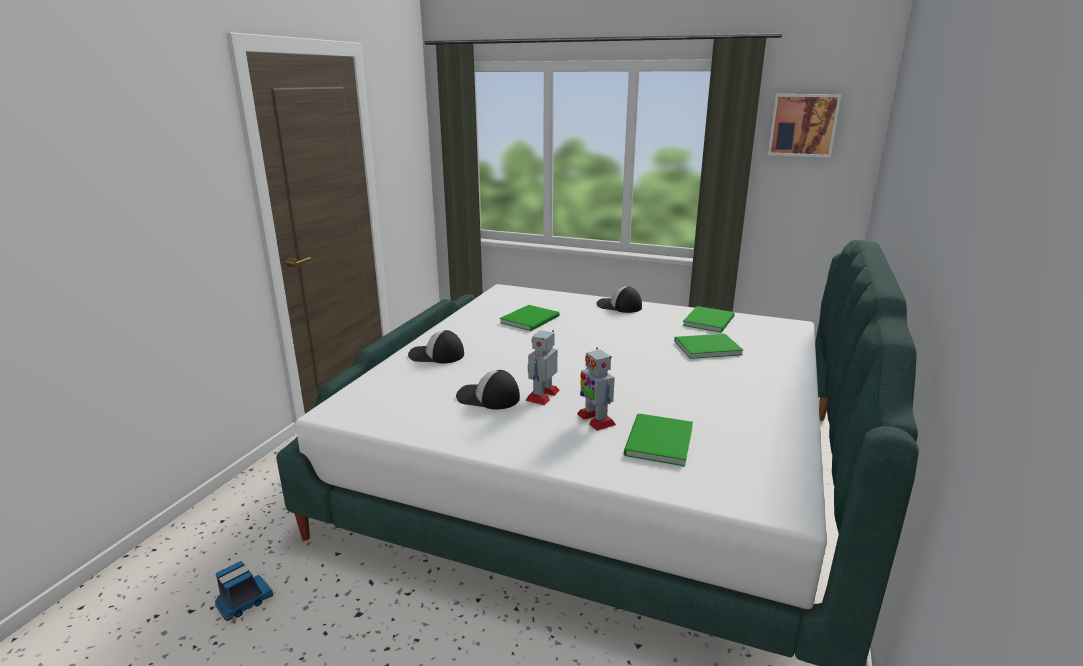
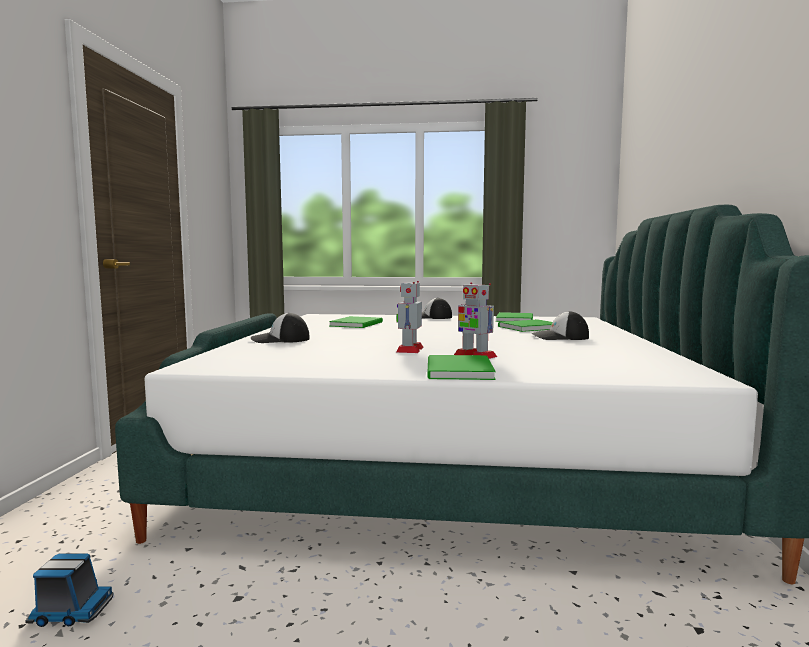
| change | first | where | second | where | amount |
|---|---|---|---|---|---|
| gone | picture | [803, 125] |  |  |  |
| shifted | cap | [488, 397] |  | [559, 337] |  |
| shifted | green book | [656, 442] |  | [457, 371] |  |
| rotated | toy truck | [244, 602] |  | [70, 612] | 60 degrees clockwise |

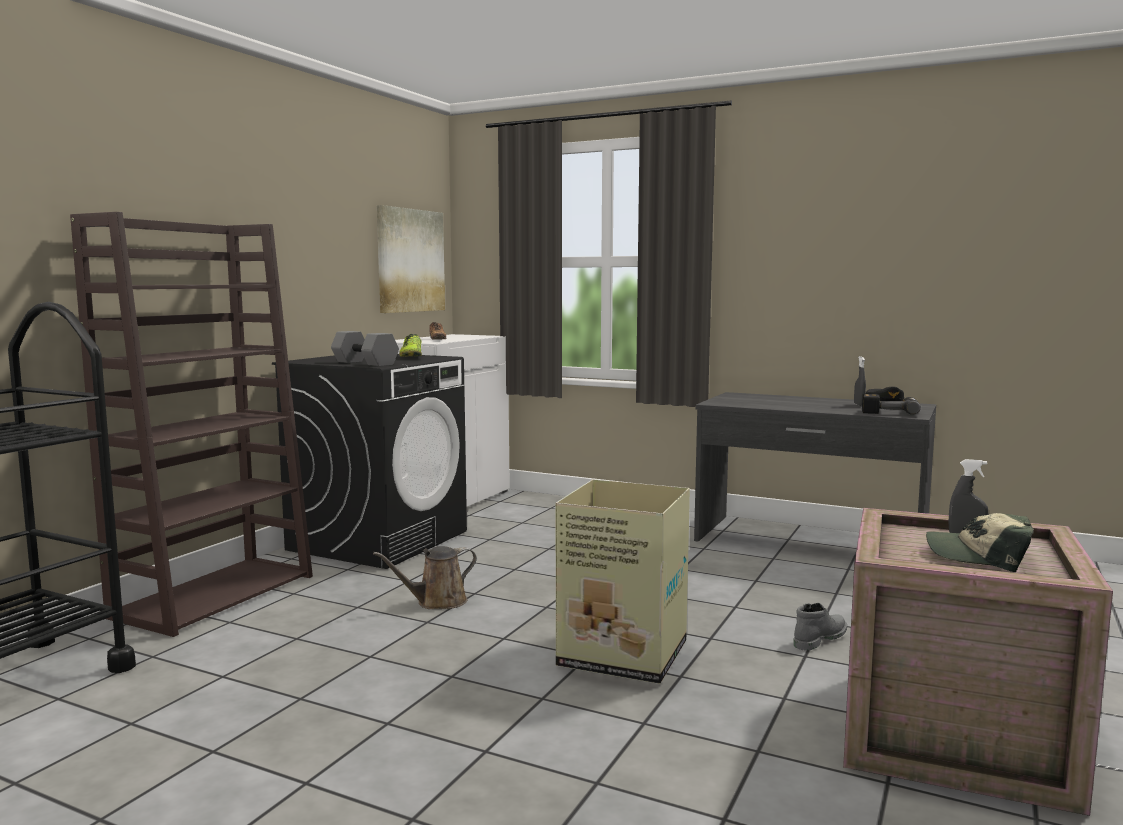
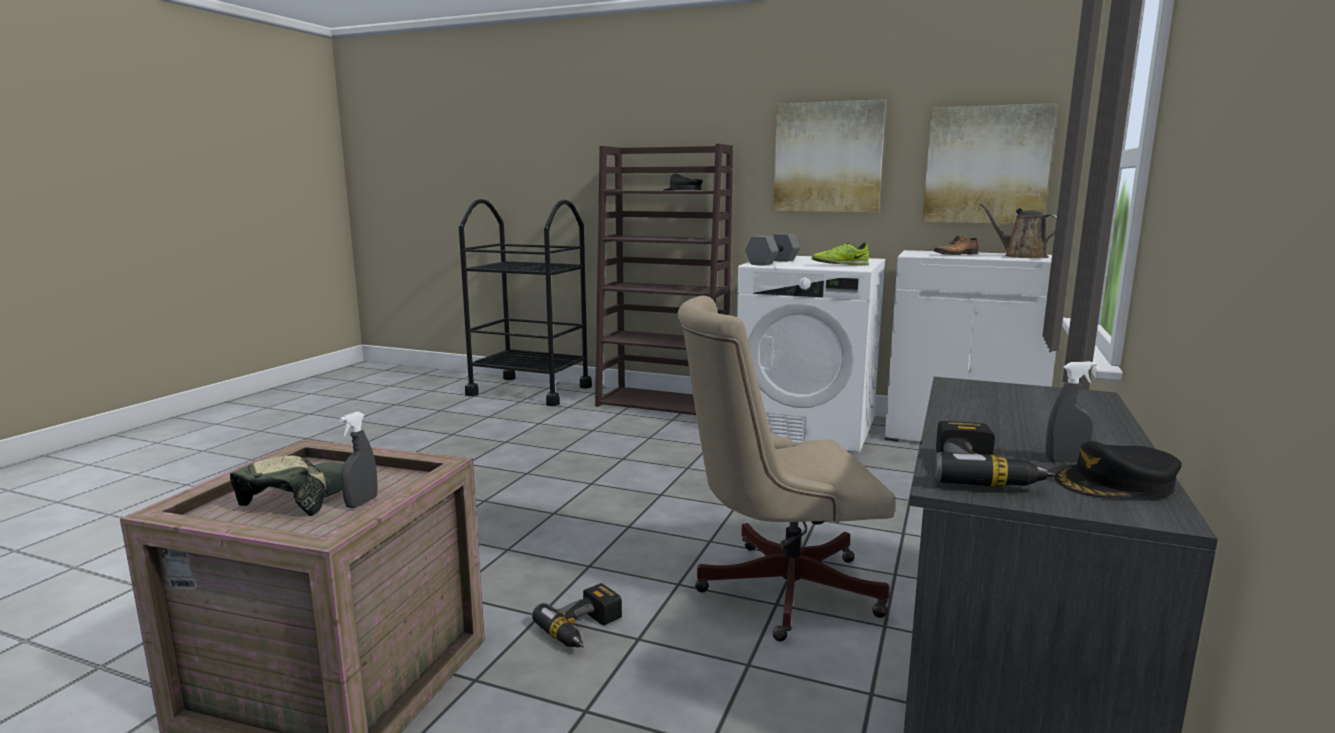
| change | first | where | second | where | amount |
|---|---|---|---|---|---|
| repainted | black washing machine | [379, 540] | white washing machine | [808, 427] |  |
| gone | cardboard box | [620, 654] |  |  |  |
| shifted | brown watering can | [437, 602] |  | [1021, 256] |  |
| swapped | grey boot | [819, 639] | power drill | [585, 630] |  |
| new |  |  | picture | [828, 157] |  |
| new |  |  | black cap | [682, 190] |  |
| new |  |  | beige office chair | [776, 588] |  |

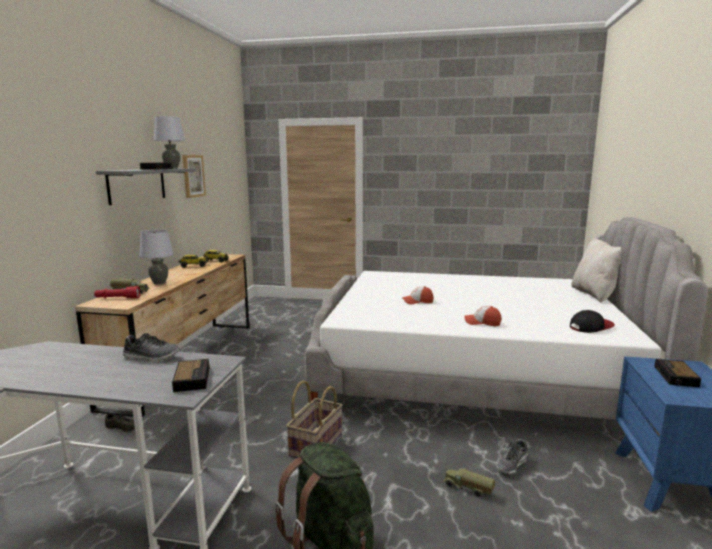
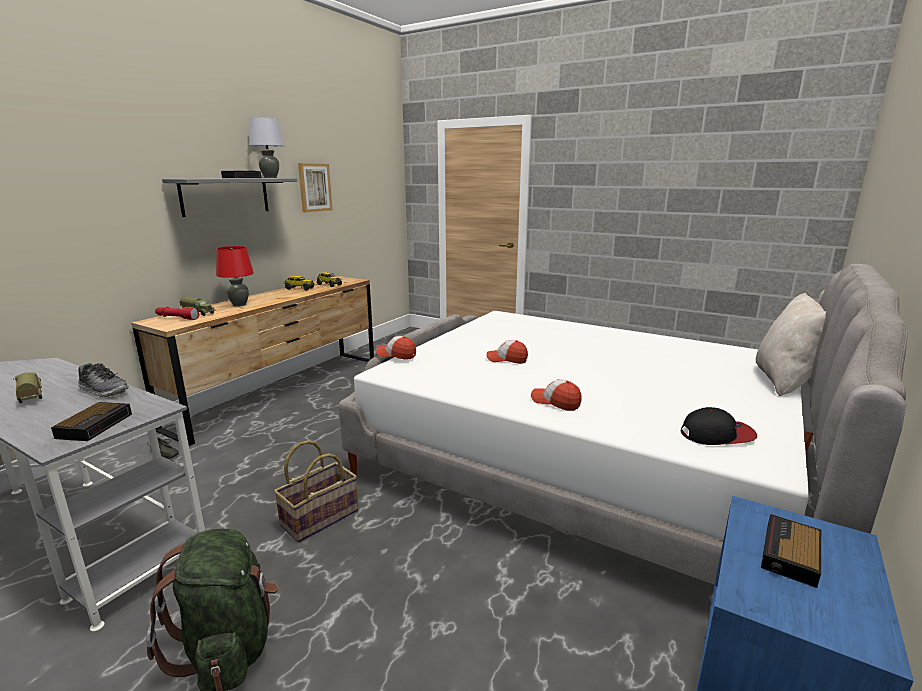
| change | first | where | second | where | amount |
|---|---|---|---|---|---|
| repainted | grey table lamp | [159, 283] | red table lamp | [239, 305] |  |
| gone | shoe | [512, 464] |  |  |  |
| shifted | toy truck | [468, 489] |  | [30, 396] |  |
| new |  |  | cap | [396, 355] |  |

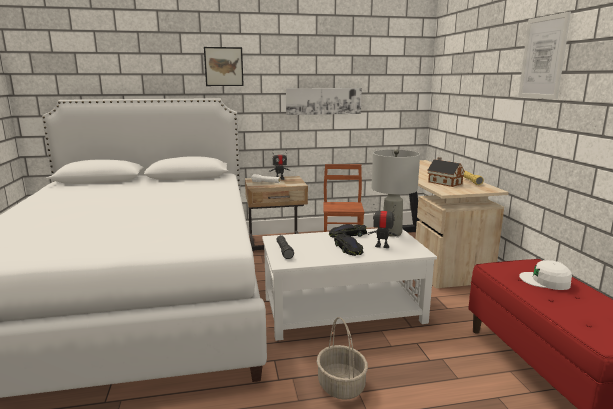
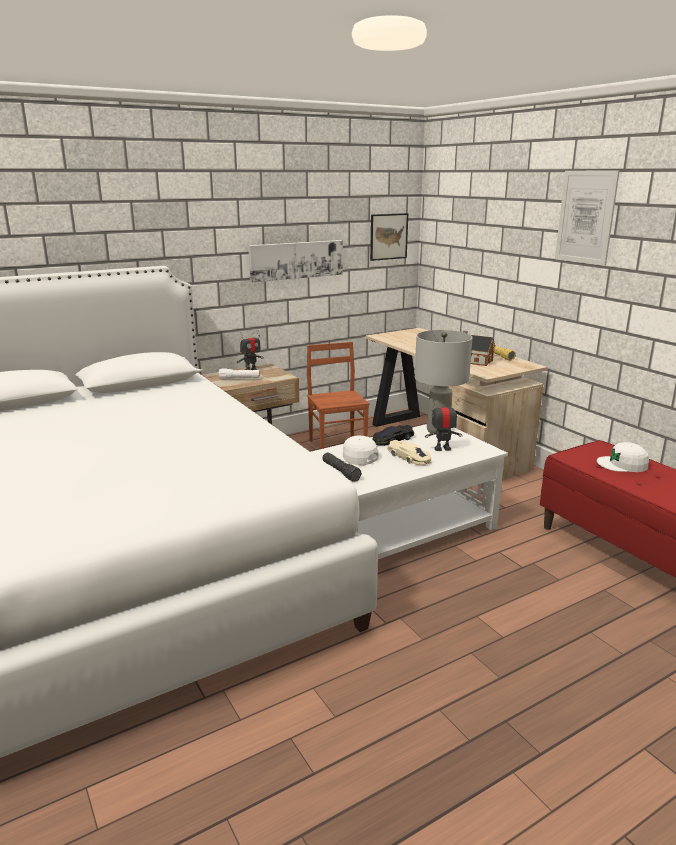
| change | first | where | second | where | amount |
|---|---|---|---|---|---|
| shifted | picture | [224, 66] |  | [388, 236] |  |
| repainted | black toy car | [348, 248] | beige toy car | [409, 457] |  |
| gone | basket | [340, 385] |  |  |  |
| new |  |  | white cap | [356, 456] |  |

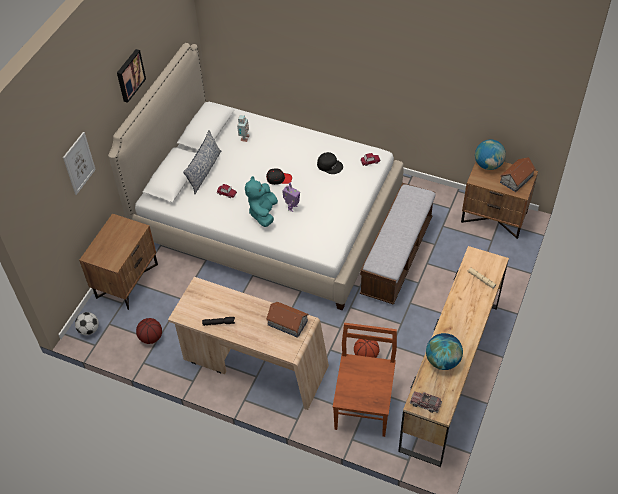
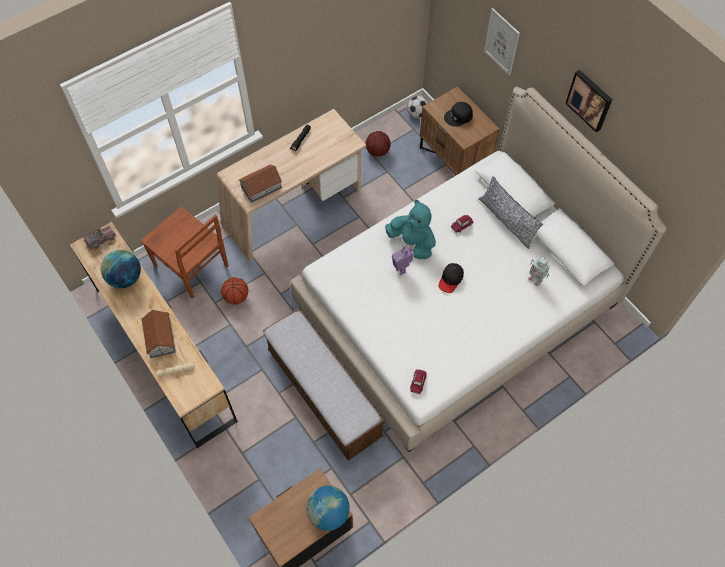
| change | first | where | second | where | amount |
|---|---|---|---|---|---|
| shifted | black cap | [330, 165] |  | [458, 116] |  |
| shifted | toy house | [517, 179] |  | [160, 338] |  |

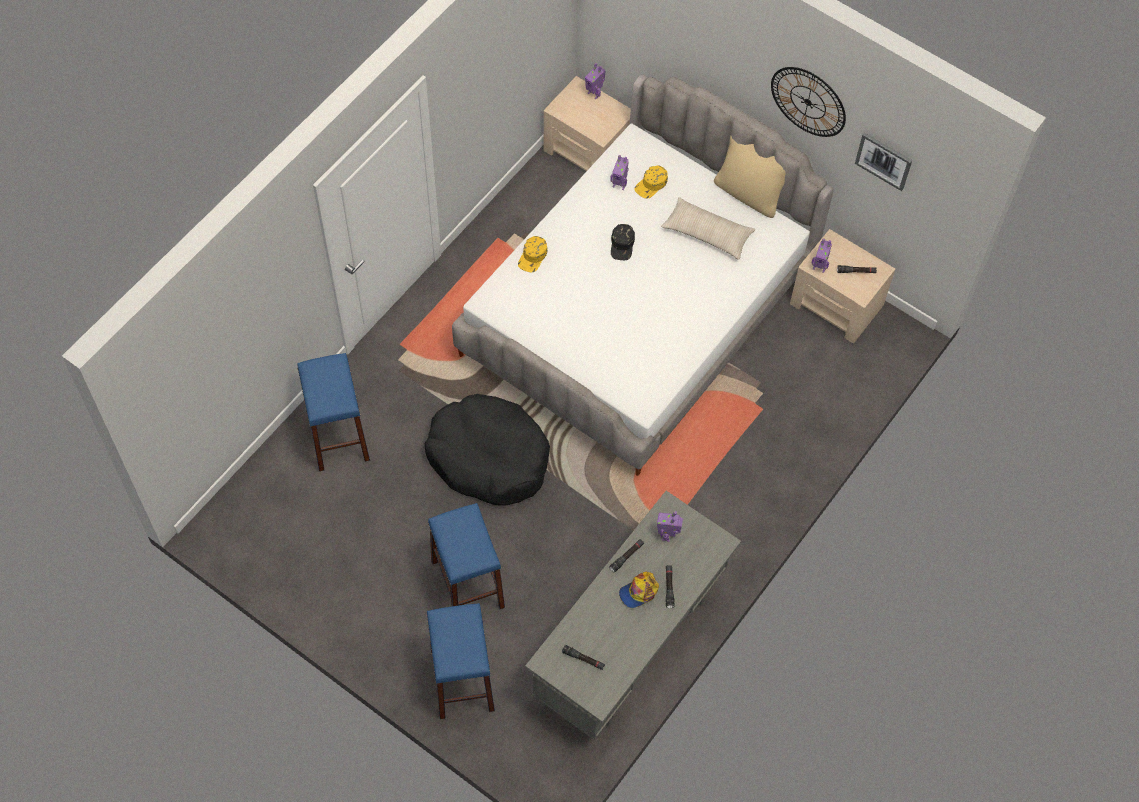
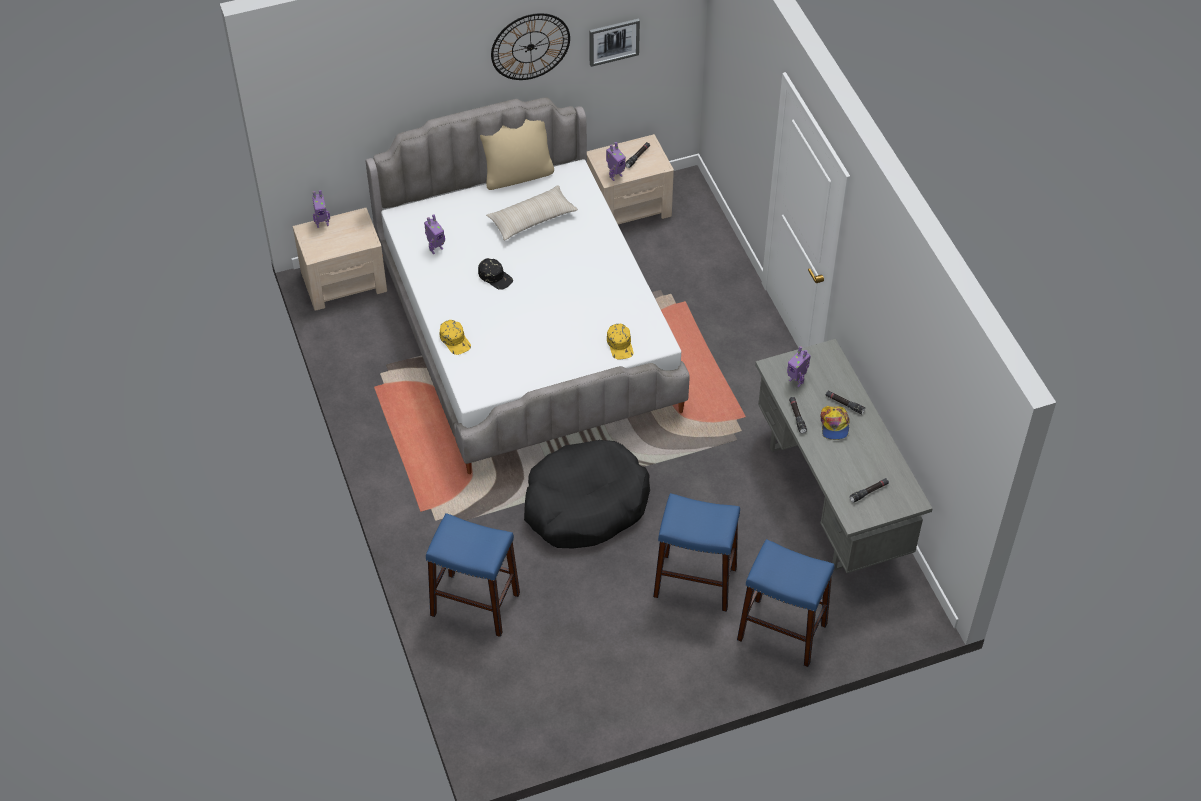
| change | first | where | second | where | amount |
|---|---|---|---|---|---|
| shifted | yellow cap | [651, 184] |  | [620, 345] |  |

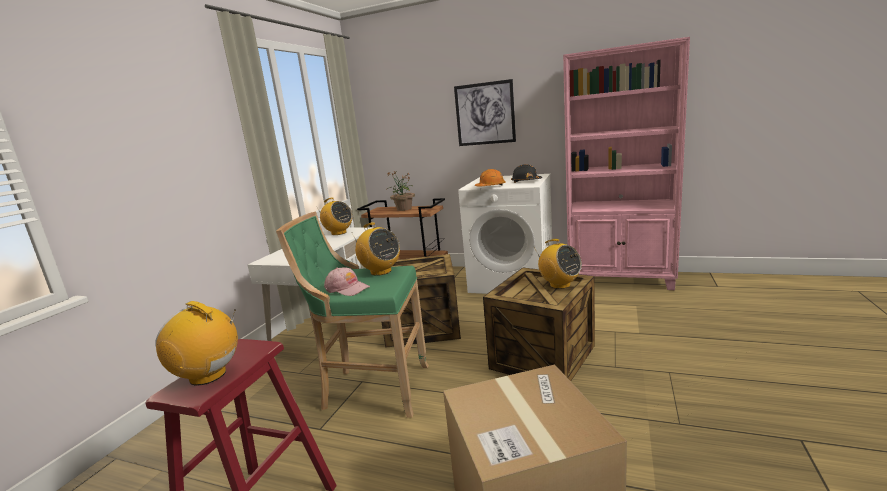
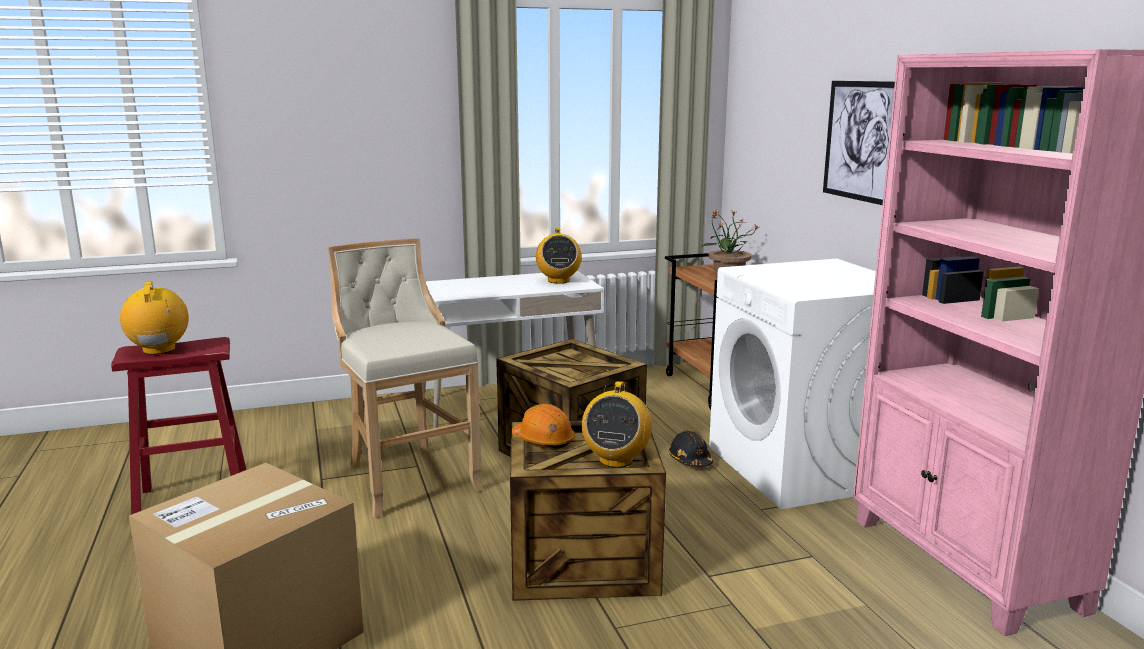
| change | first | where | second | where | amount |
|---|---|---|---|---|---|
| shifted | black hard hat | [526, 181] |  | [690, 460] |  |
| shifted | orange hard hat | [490, 187] |  | [544, 440] |  |
| repainted | green stool | [373, 389] | beige stool | [407, 478] |  |
| gone | radio | [380, 271] |  |  |  |
| gone | pink cap | [347, 288] |  |  |  |

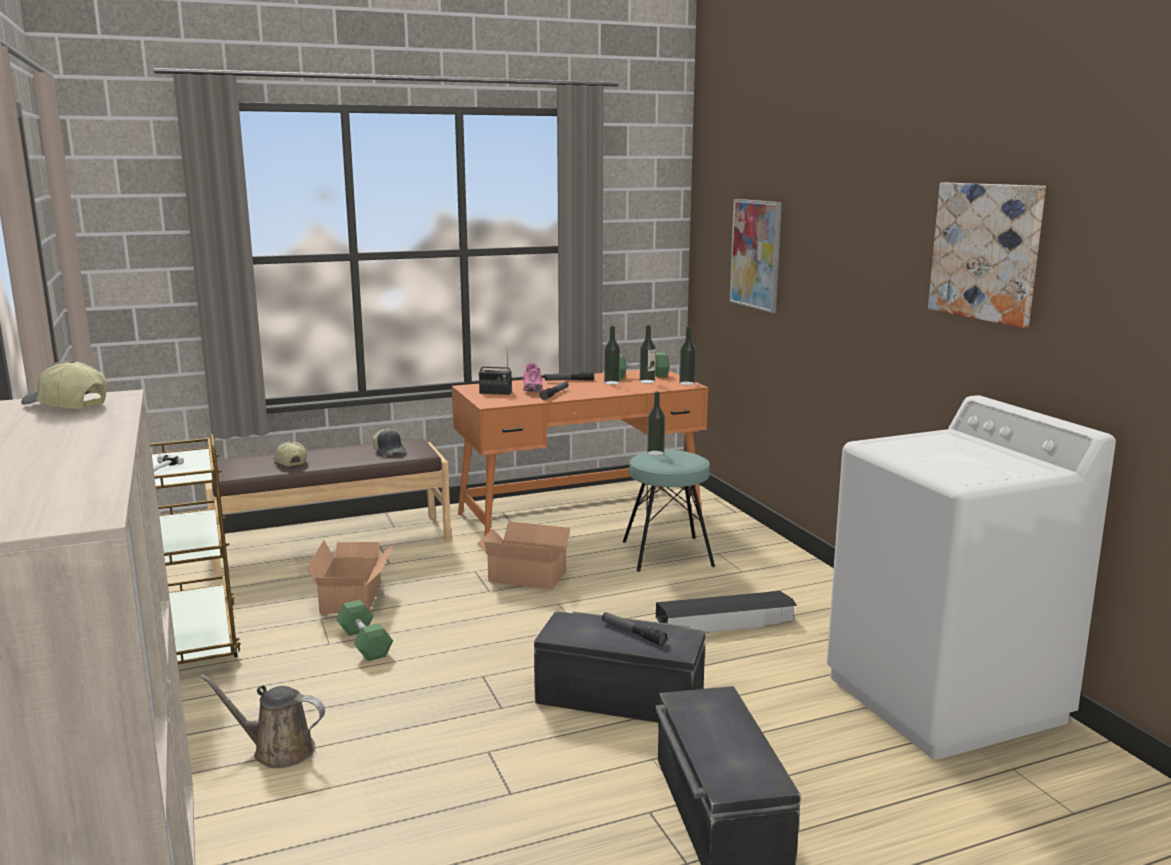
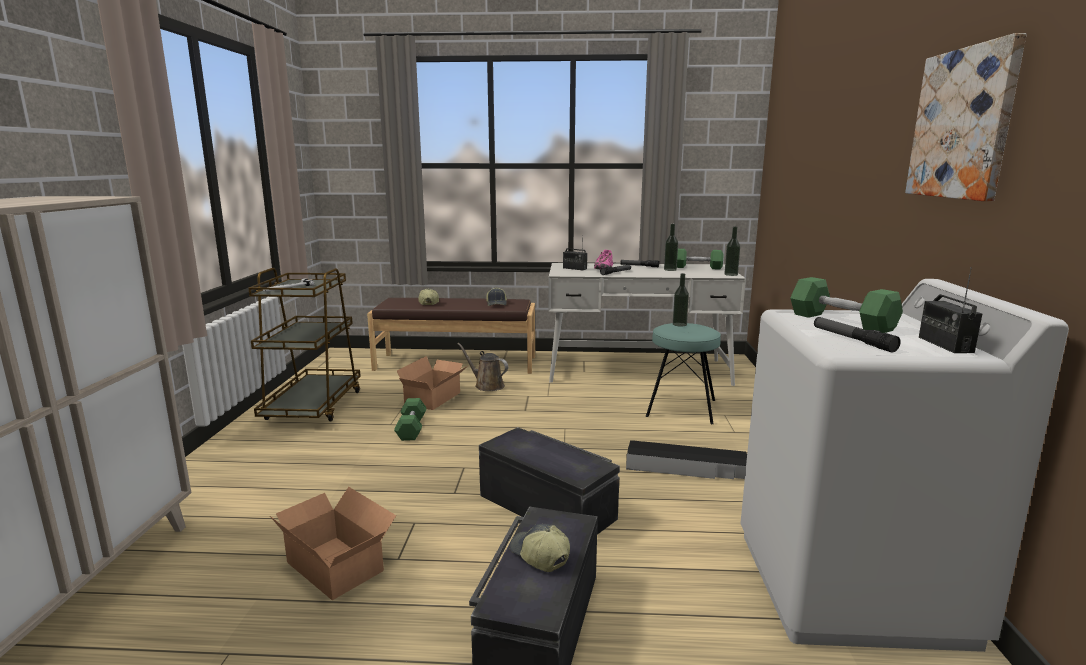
| change | first | where | second | where | amount |
|---|---|---|---|---|---|
| gone | picture | [756, 254] |  |  |  |
| gone | bottle | [647, 381] |  |  |  |
| shifted | cap | [65, 406] |  | [538, 556] |  |
| repainted | orange desk | [580, 515] | white desk | [638, 371] |  |
| shifted | cardboard box | [527, 575] |  | [337, 564] |  |
| shifted | flashlight | [633, 633] |  | [852, 340] |  |
| shifted | brown watering can | [278, 750] |  | [487, 385] |  |
| new |  |  | radio | [945, 344] |  |
| new |  |  | green dumbbell | [841, 322] |  |

